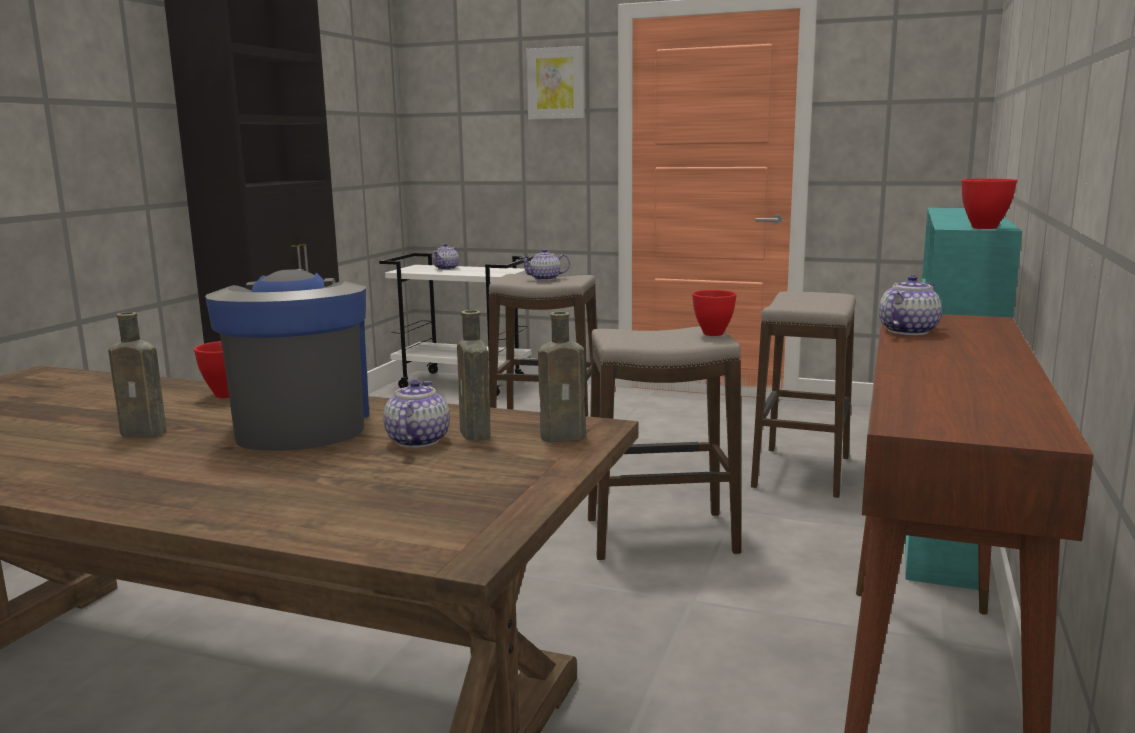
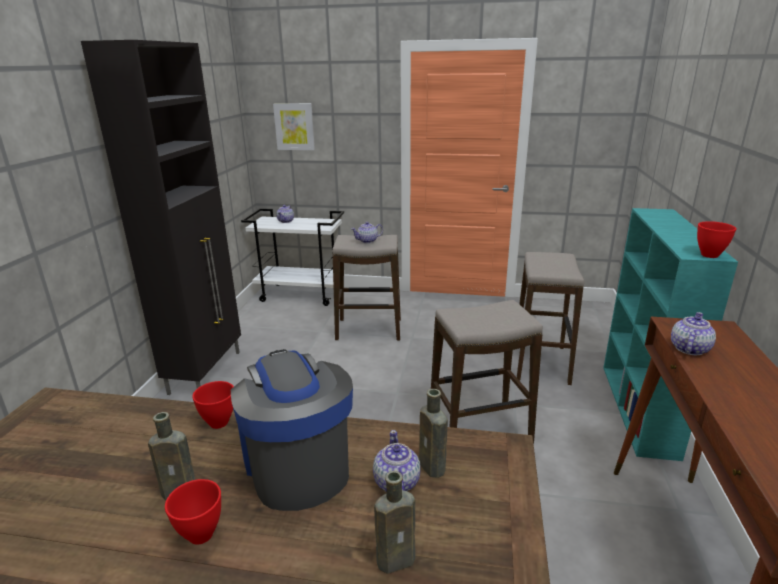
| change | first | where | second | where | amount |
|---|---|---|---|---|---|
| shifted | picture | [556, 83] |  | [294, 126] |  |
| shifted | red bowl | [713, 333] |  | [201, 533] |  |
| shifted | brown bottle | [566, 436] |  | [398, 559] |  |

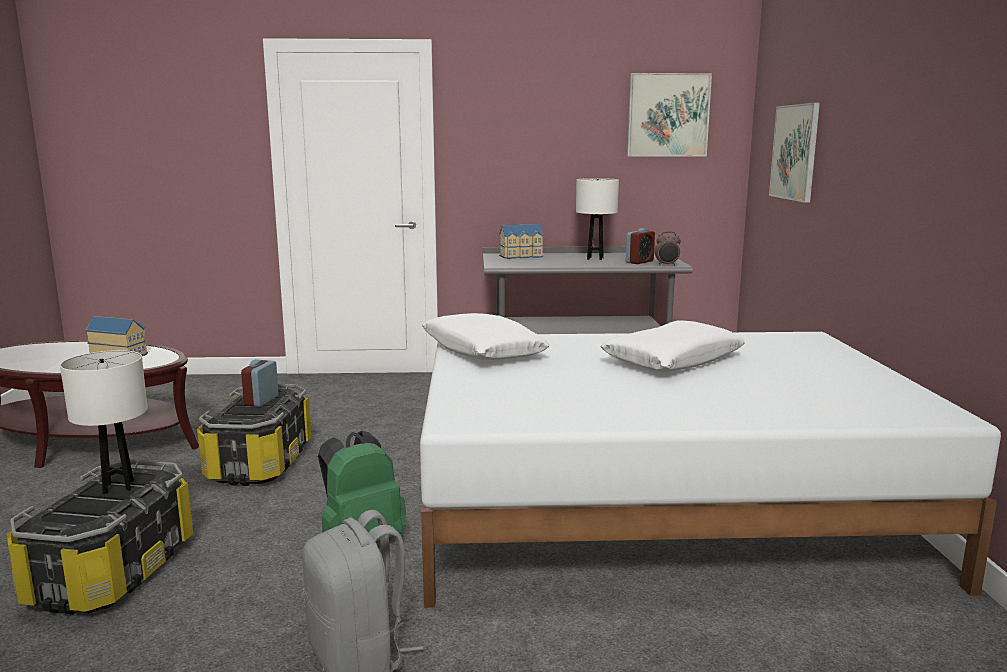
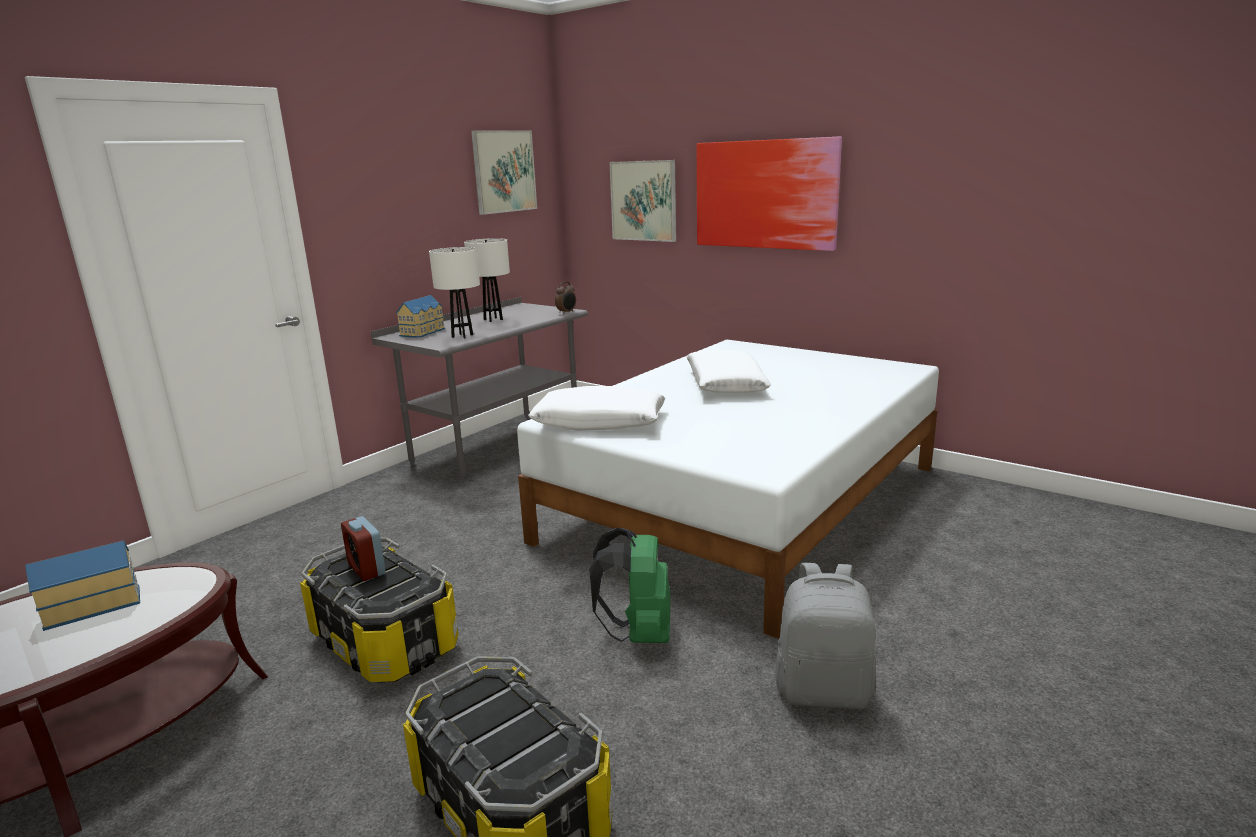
| change | first | where | second | where | amount |
|---|---|---|---|---|---|
| gone | alarm clock | [639, 262] |  |  |  |
| shifted | white table lamp | [118, 487] |  | [462, 336] |  |
| new |  |  | picture | [765, 194] |  |

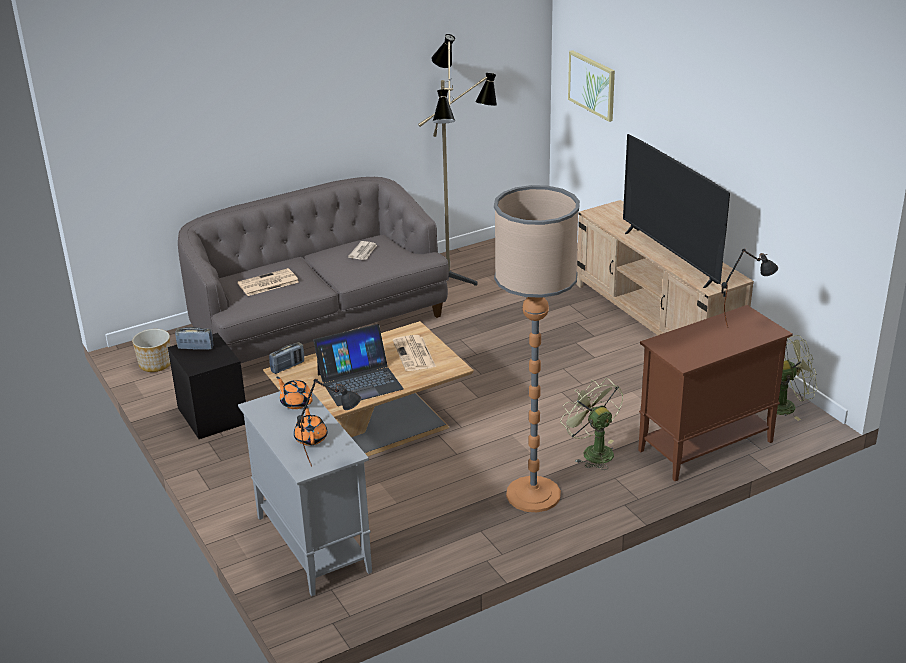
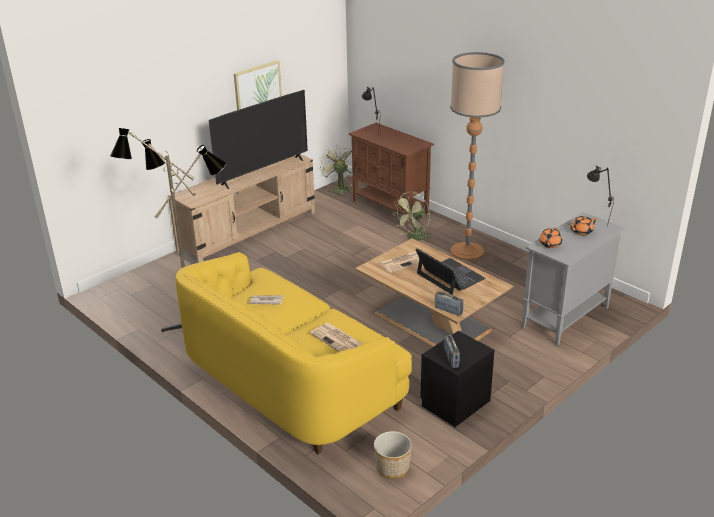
| change | first | where | second | where | amount |
|---|---|---|---|---|---|
| shifted | picture | [592, 85] |  | [257, 85] |  |
| repainted | grey sofa | [318, 324] | yellow sofa | [289, 382] |  |

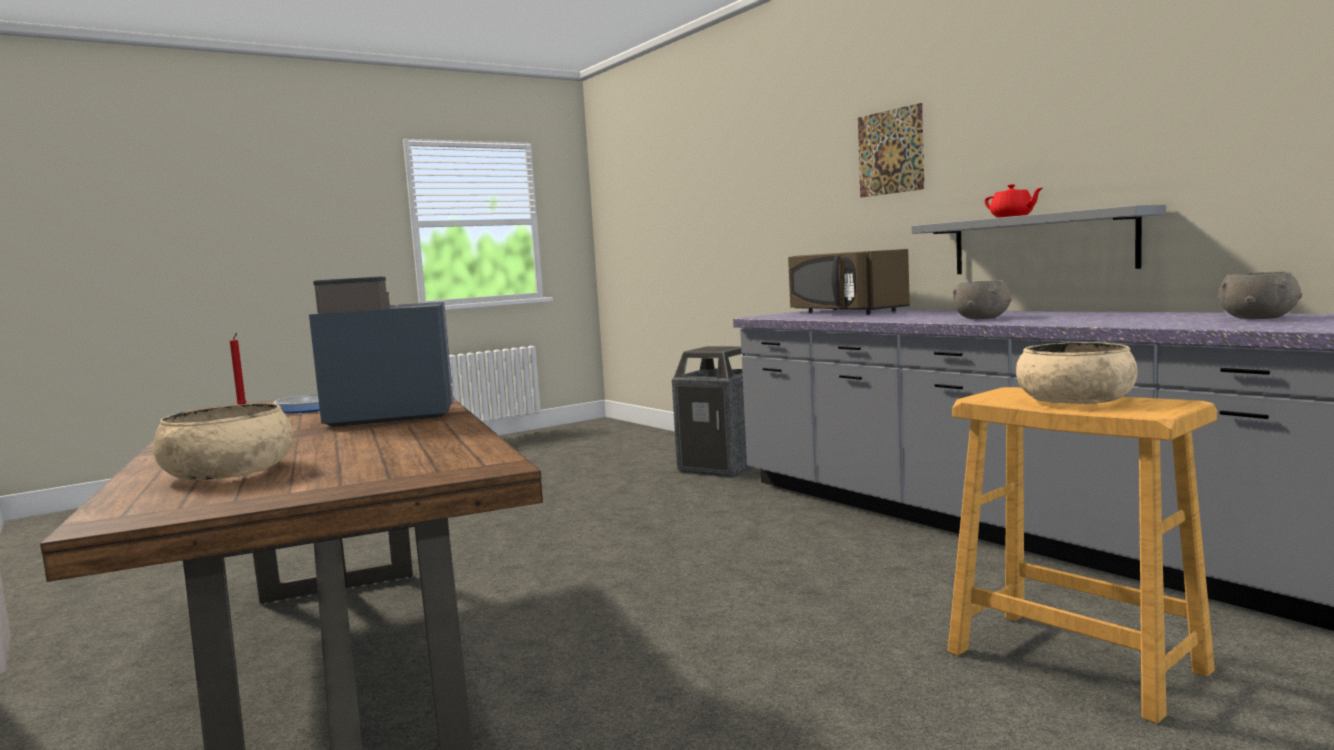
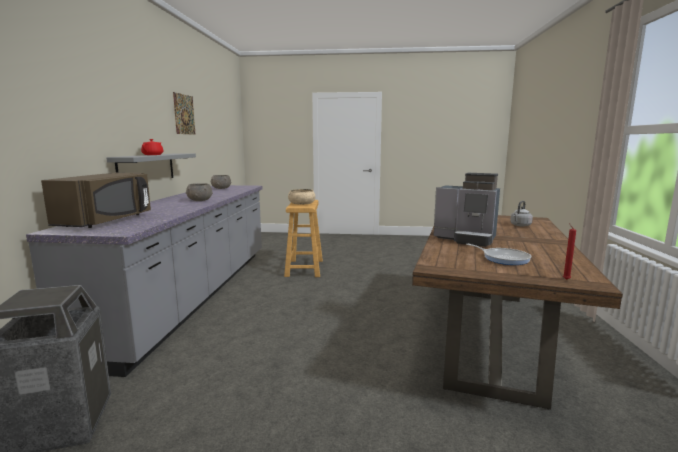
| change | first | where | second | where | amount |
|---|---|---|---|---|---|
| shifted | picture | [890, 152] |  | [184, 114] |  |
| swapped | beige bowl | [229, 472] | grey kettle | [520, 225] |  |

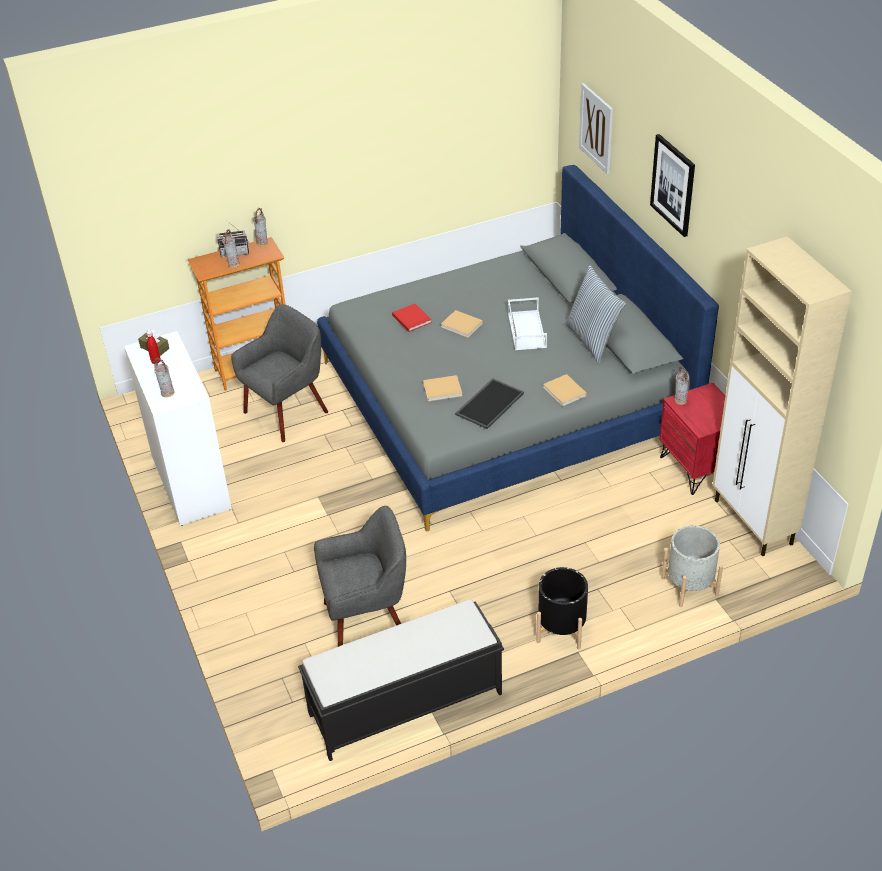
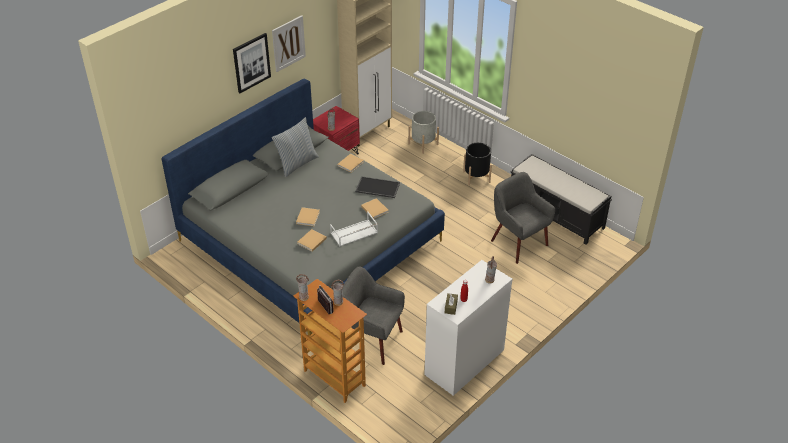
| change | first | where | second | where | amount |
|---|---|---|---|---|---|
| shifted | picture | [596, 128] |  | [288, 43] |  |
| shifted | white tray | [526, 330] |  | [354, 233] |  |
| repainted | red book | [411, 318] | beige book | [311, 241] |  |

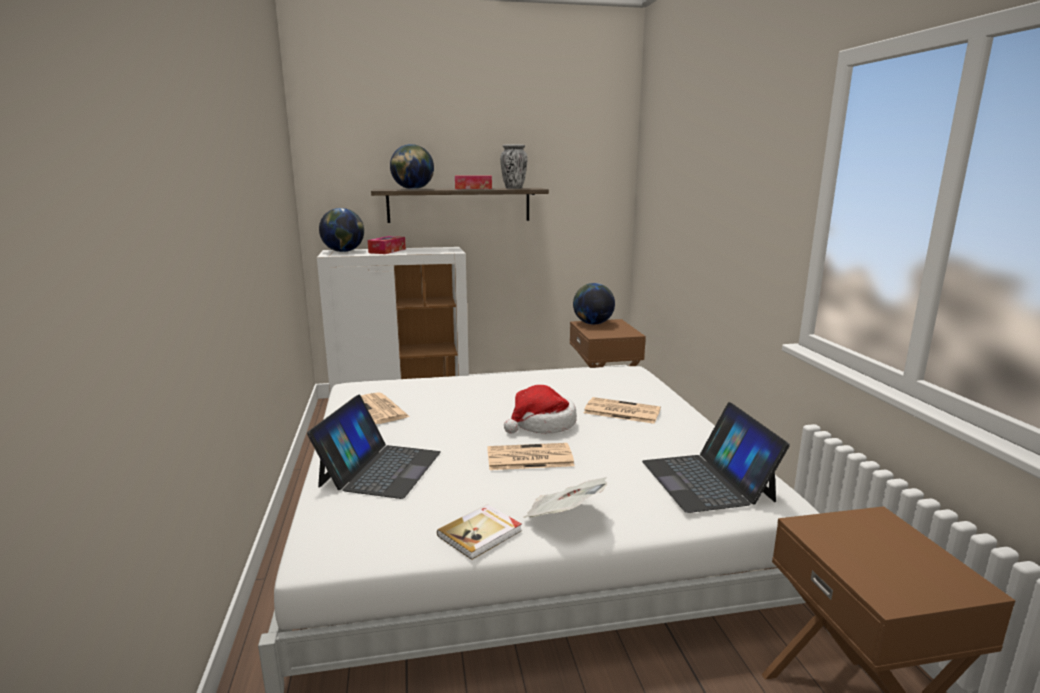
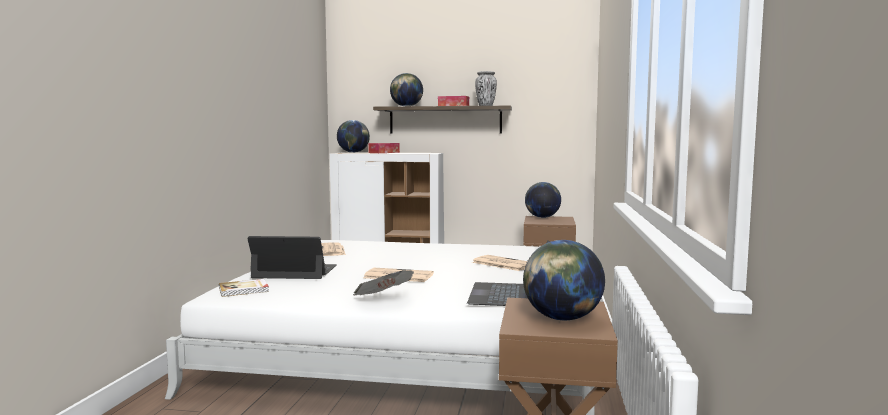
| change | first | where | second | where | amount |
|---|---|---|---|---|---|
| gone | hat | [542, 424] |  |  |  |
| rotated | laptop | [380, 469] |  | [295, 271] | 120 degrees counterclockwise |
| shifted | book | [481, 533] |  | [244, 290] |  |
| new |  |  | globe | [562, 318] |  |

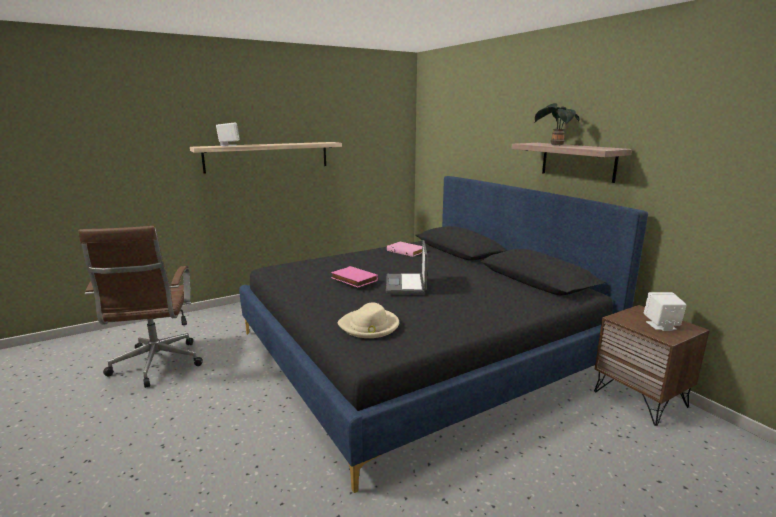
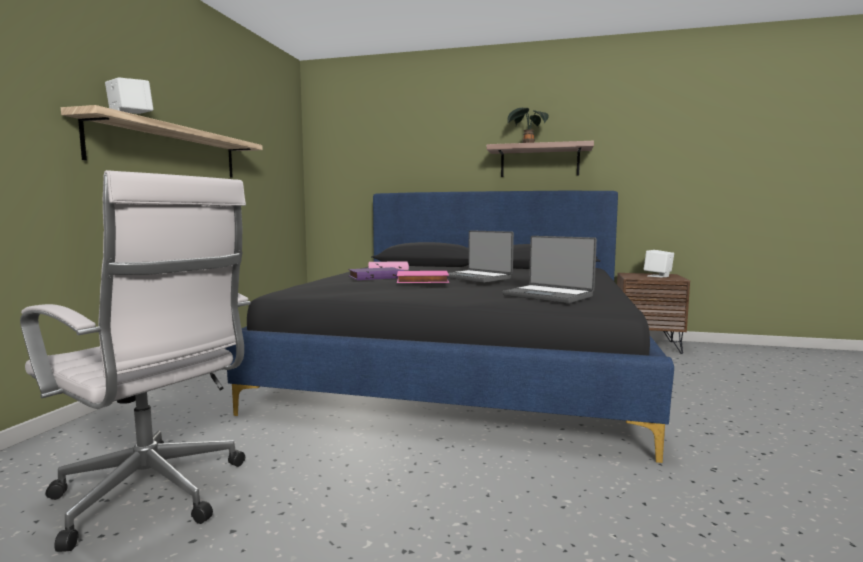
| change | first | where | second | where | amount |
|---|---|---|---|---|---|
| repainted | brown office chair | [156, 366] | white office chair | [154, 496] |  |
| swapped | beige hat | [369, 326] | laptop | [549, 295] |  |
| new |  |  | purple book | [376, 277] |  |

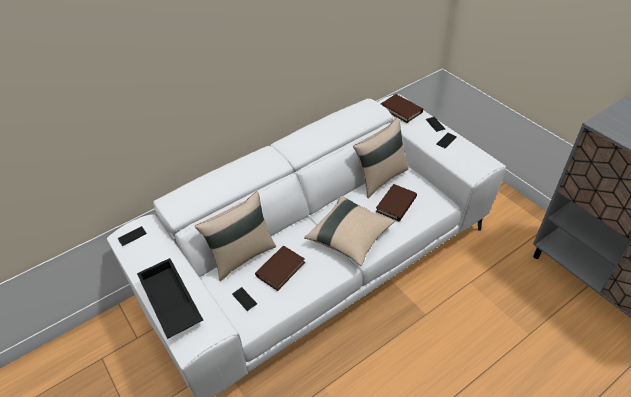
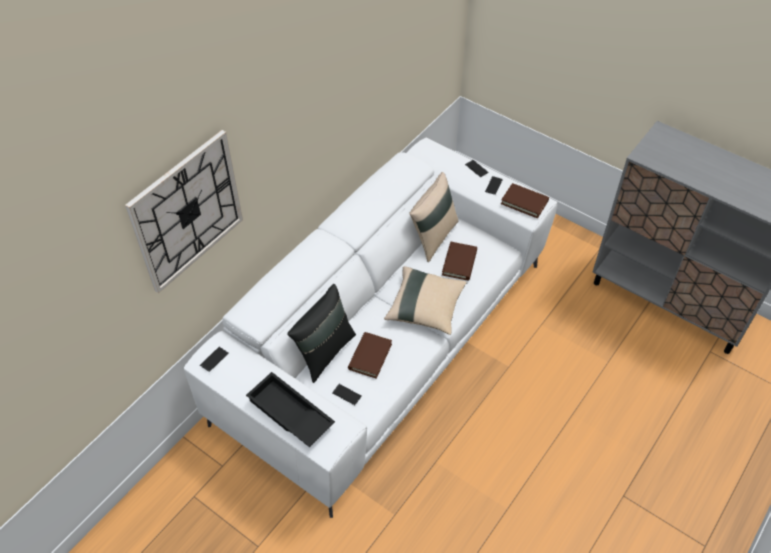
| change | first | where | second | where | amount |
|---|---|---|---|---|---|
| shifted | brown book | [401, 110] |  | [524, 202] |  |
| repainted | beige pillow | [242, 255] | black pillow | [324, 352] |  |
| new |  |  | wall clock | [187, 211] |  |

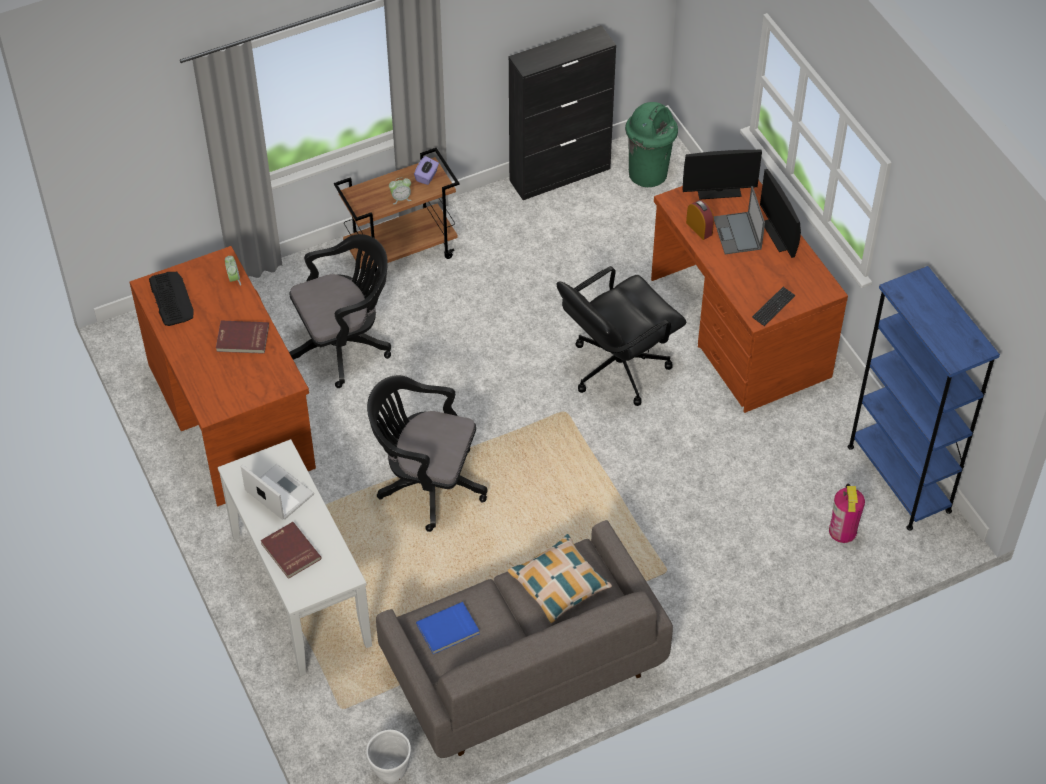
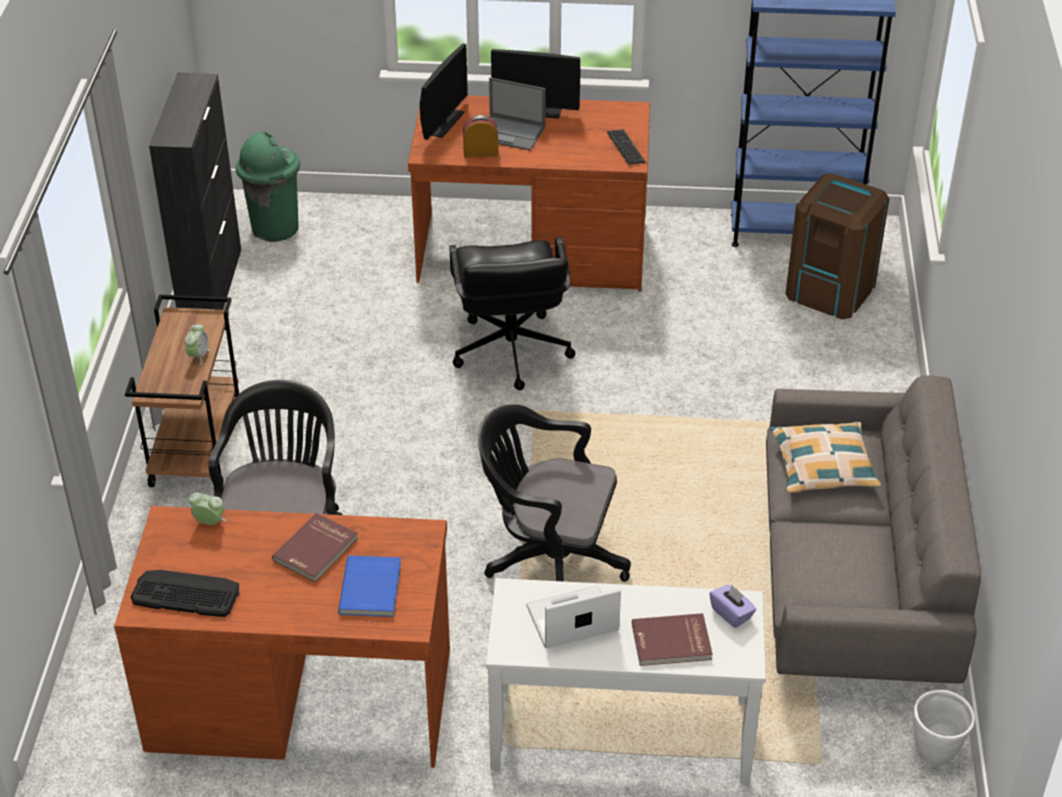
| change | first | where | second | where | amount |
|---|---|---|---|---|---|
| shifted | purple tissue box | [427, 176] |  | [731, 613] |  |
| rotated | black office chair | [426, 484] |  | [549, 560] | 60 degrees clockwise |
| swapped | fire extinguisher | [843, 531] | brown trash can | [830, 290] |  |
| shifted | blue book | [448, 630] |  | [372, 588] |  |

